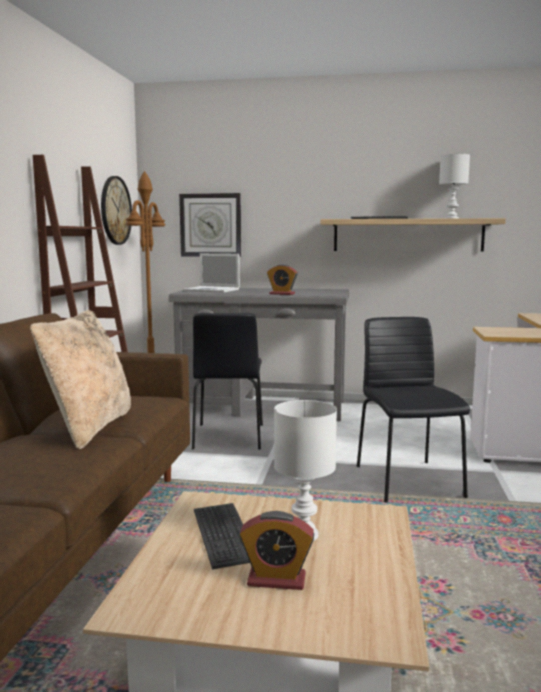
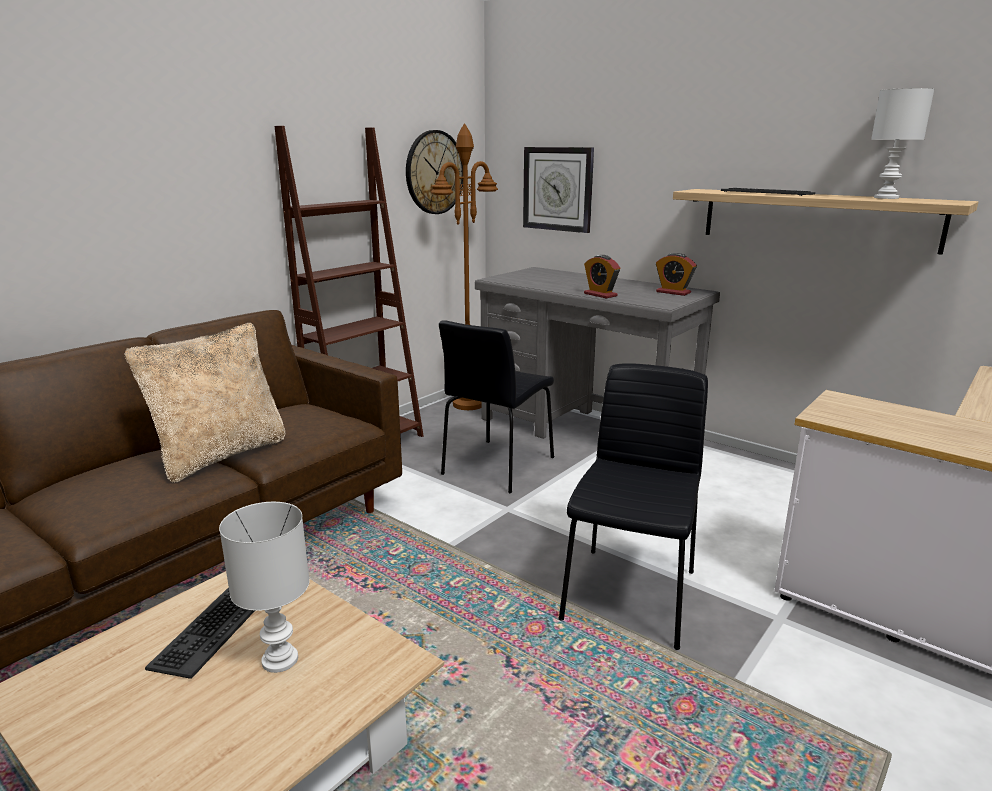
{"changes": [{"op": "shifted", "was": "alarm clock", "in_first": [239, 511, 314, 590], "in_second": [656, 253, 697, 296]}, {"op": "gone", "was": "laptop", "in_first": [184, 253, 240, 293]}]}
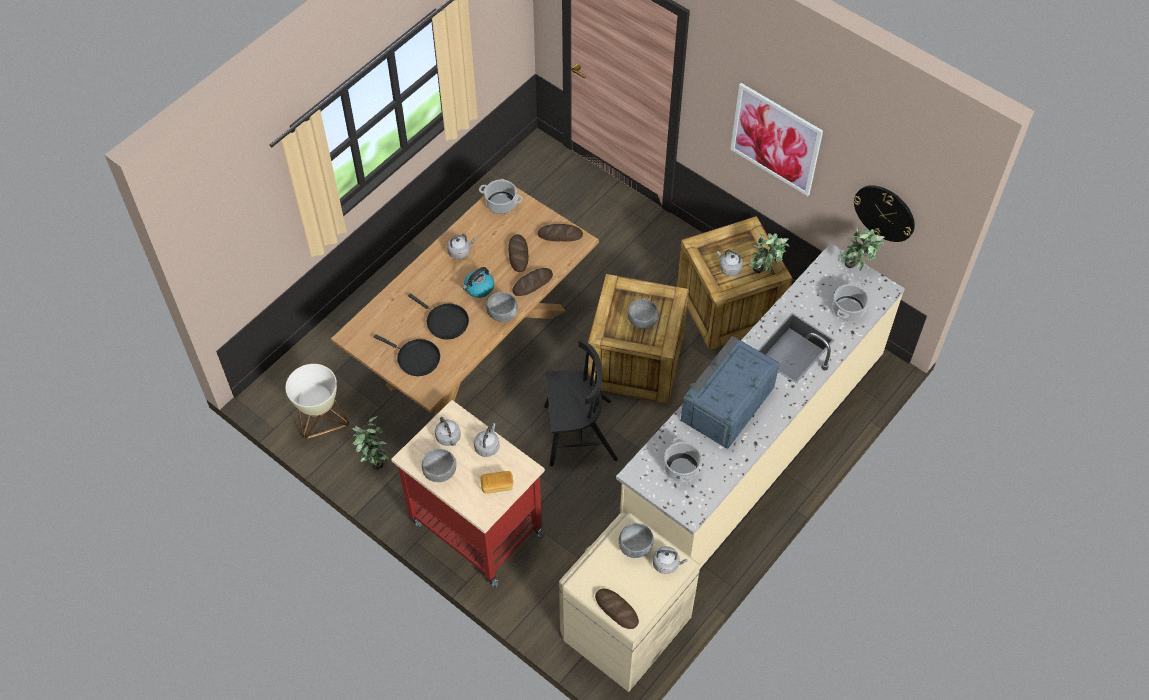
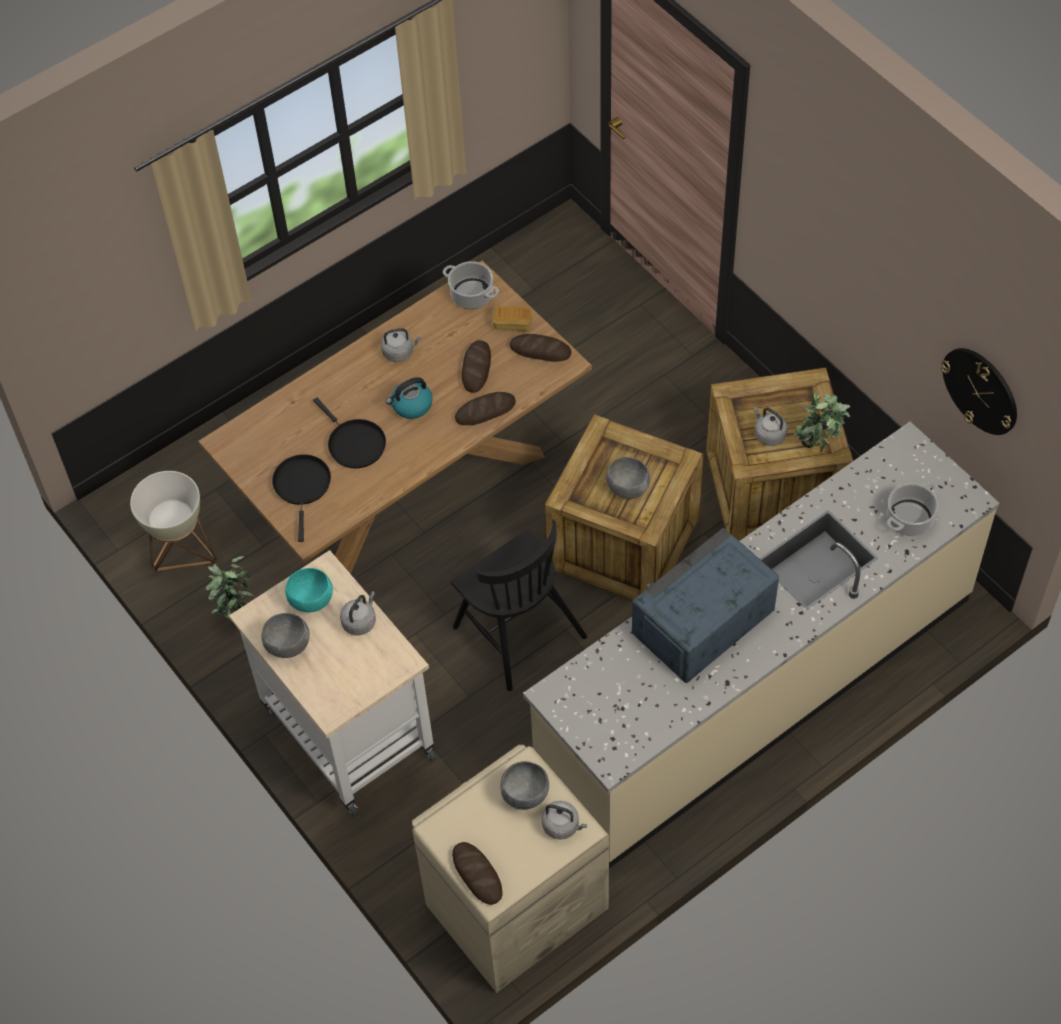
{"changes": [{"op": "repainted", "was": "cart in red", "now": "cart in white", "in_first": [391, 400, 545, 588], "in_second": [229, 550, 436, 817]}, {"op": "rotated", "was": "frying pan in black", "in_first": [374, 334, 440, 376], "in_second": [272, 454, 331, 542], "clockwise": -135}, {"op": "swapped", "was": "kettle in grey", "now": "bowl in turquoise", "in_first": [435, 417, 461, 446], "in_second": [285, 568, 333, 612]}, {"op": "rotated", "was": "chair in black", "in_first": [544, 340, 618, 466], "in_second": [450, 519, 587, 691], "clockwise": 45}, {"op": "shifted", "was": "bread", "in_first": [480, 471, 513, 494], "in_second": [492, 306, 532, 331]}, {"op": "gone", "was": "bowl in grey", "in_first": [486, 292, 518, 322]}, {"op": "gone", "was": "cooking pot", "in_first": [664, 437, 702, 484]}, {"op": "gone", "was": "picture", "in_first": [730, 83, 823, 196]}, {"op": "gone", "was": "potted plant", "in_first": [840, 226, 884, 271]}]}
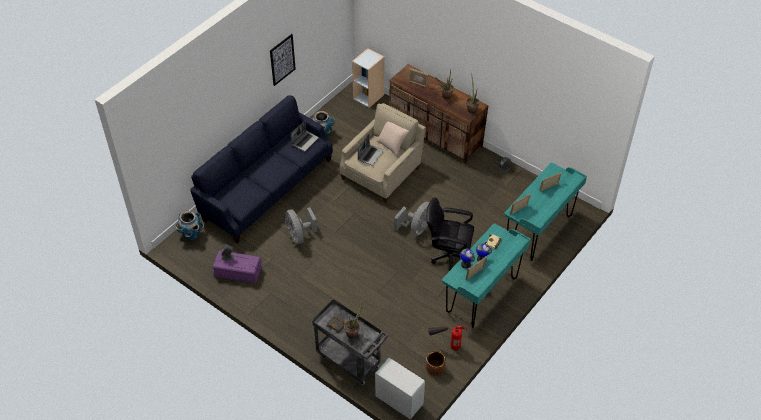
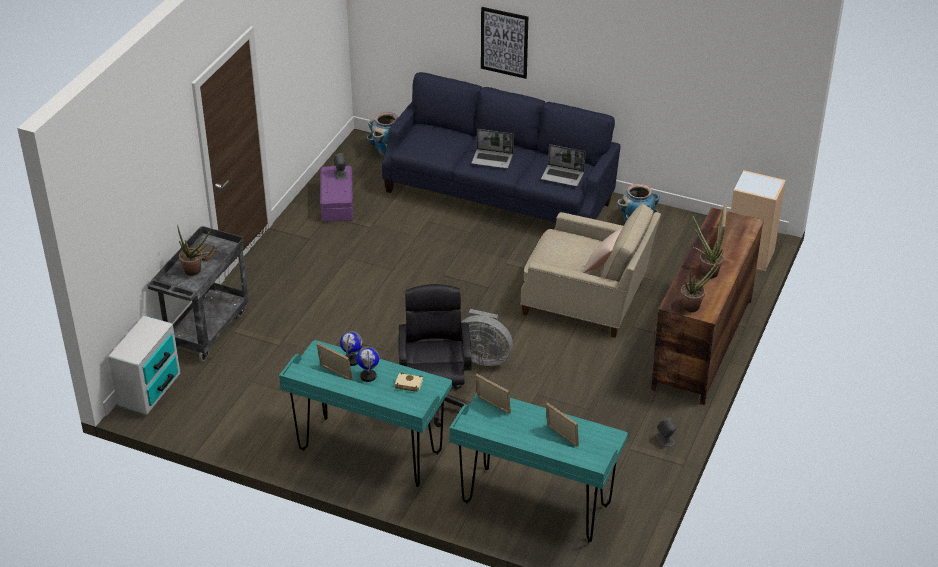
{"changes": [{"op": "shifted", "was": "laptop", "in_first": [358, 134, 384, 165], "in_second": [472, 129, 514, 169]}, {"op": "shifted", "was": "picture", "in_first": [270, 34, 296, 86], "in_second": [481, 7, 528, 79]}, {"op": "gone", "was": "fan in grey", "in_first": [285, 207, 317, 244]}, {"op": "gone", "was": "planter in brown", "in_first": [426, 351, 446, 376]}, {"op": "gone", "was": "fire extinguisher", "in_first": [428, 325, 467, 351]}]}
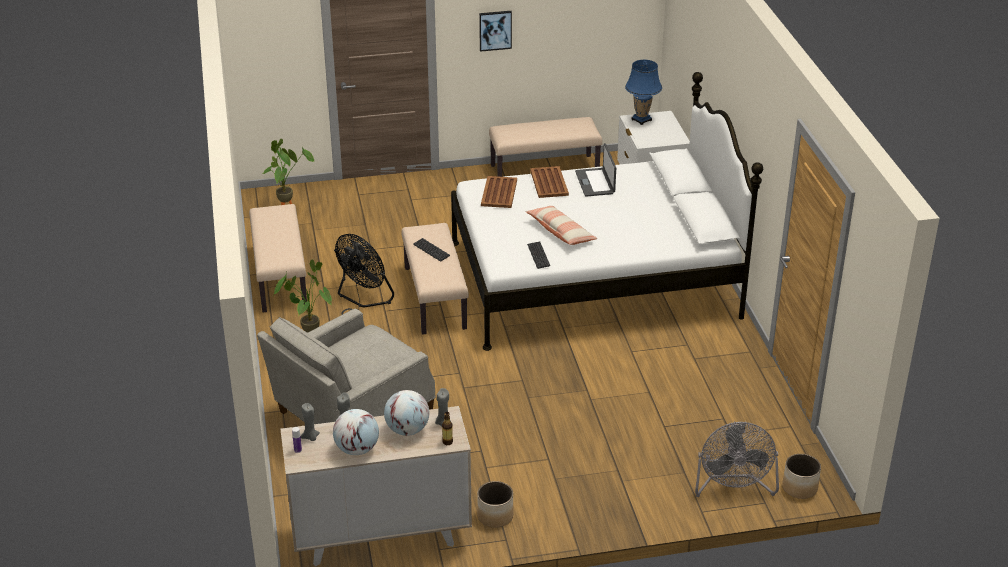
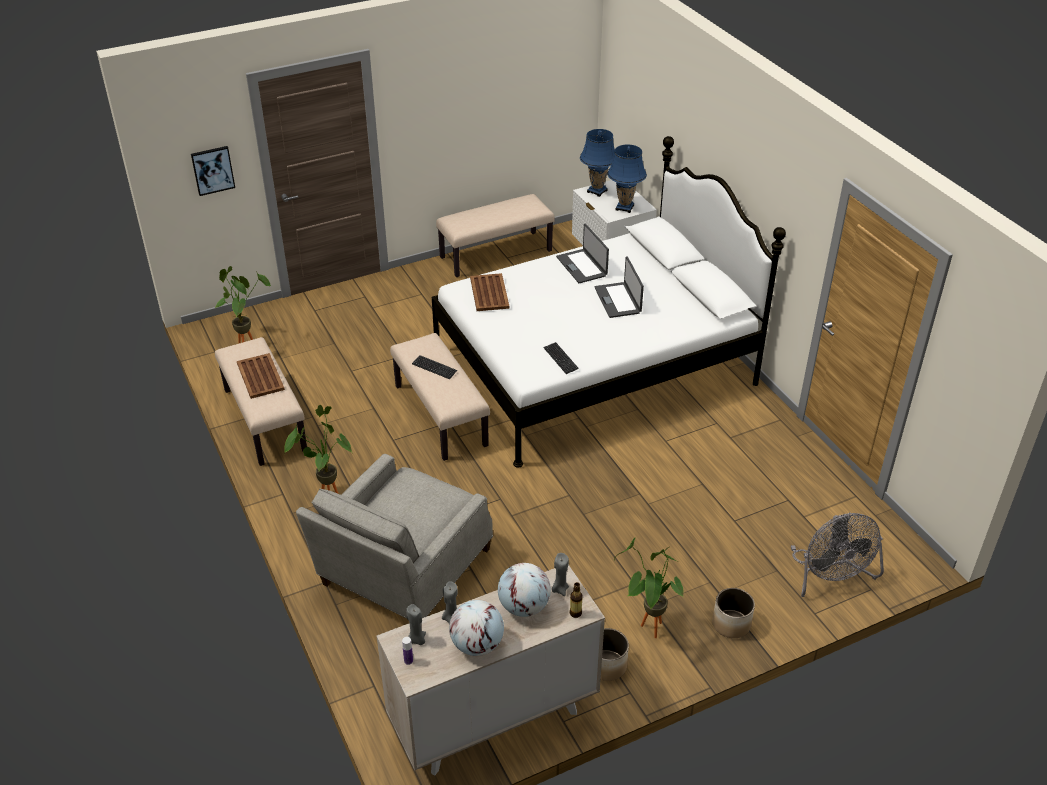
{"changes": [{"op": "shifted", "was": "picture", "in_first": [479, 11, 512, 52], "in_second": [191, 146, 235, 196]}, {"op": "shifted", "was": "tray in brown", "in_first": [530, 166, 569, 198], "in_second": [237, 353, 285, 399]}, {"op": "new", "now": "laptop", "in_second": [595, 256, 644, 318]}, {"op": "new", "now": "table lamp in blue", "in_second": [607, 144, 647, 213]}, {"op": "new", "now": "potted plant", "in_second": [614, 537, 684, 638]}, {"op": "shifted", "was": "planter", "in_first": [782, 454, 821, 499], "in_second": [712, 588, 755, 638]}, {"op": "gone", "was": "fan in black", "in_first": [334, 234, 394, 315]}, {"op": "gone", "was": "pillow", "in_first": [525, 206, 598, 245]}]}
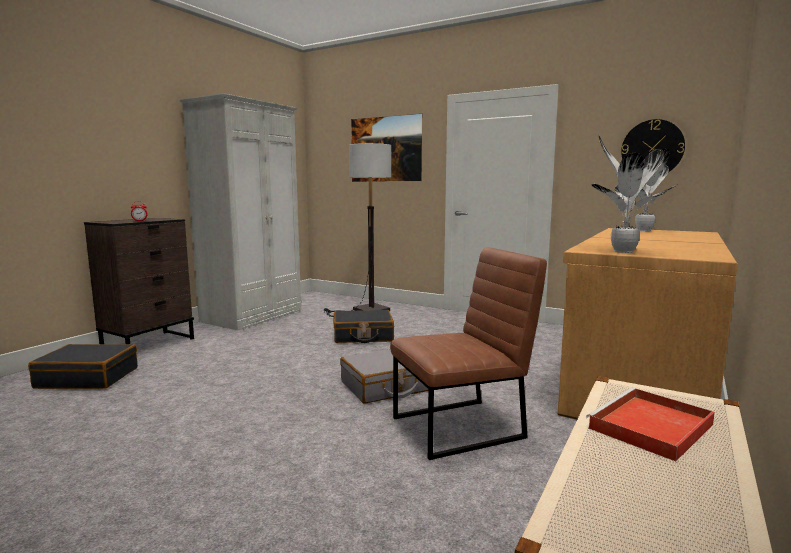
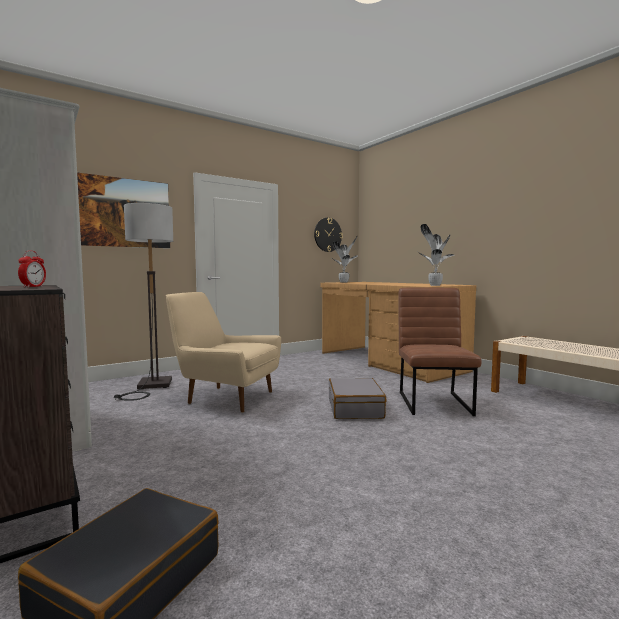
{"changes": [{"op": "swapped", "was": "suitcase in black", "now": "armchair in beige", "in_first": [333, 310, 394, 343], "in_second": [166, 292, 281, 413]}, {"op": "gone", "was": "tray in red", "in_first": [586, 388, 715, 461]}]}
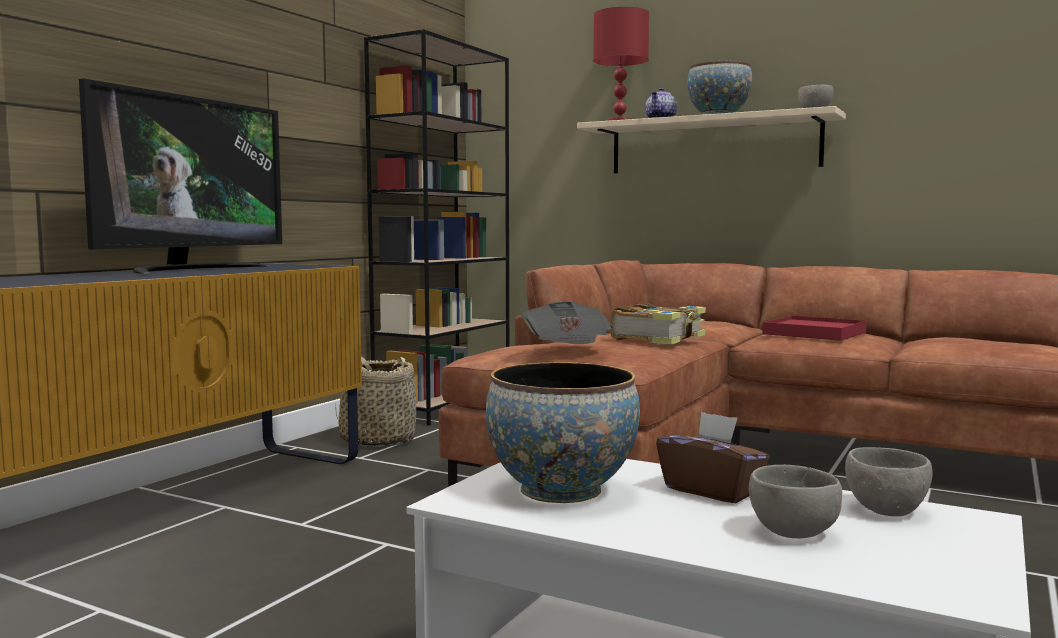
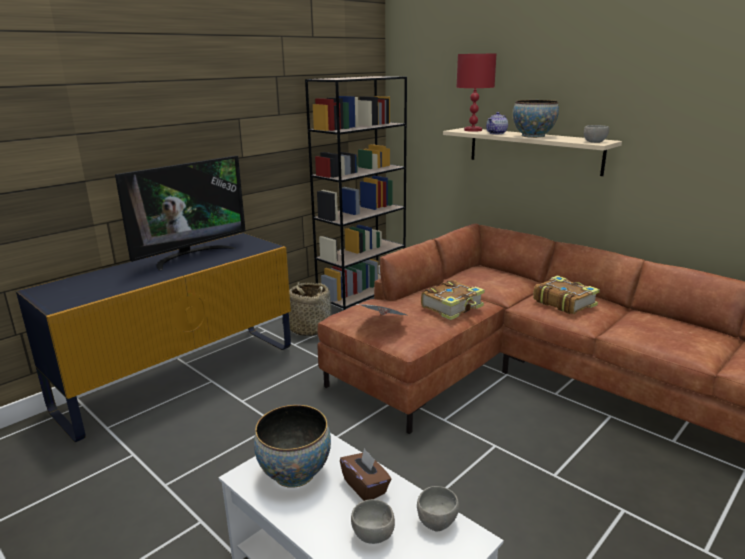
{"changes": [{"op": "swapped", "was": "tray in red", "now": "book", "in_first": [762, 316, 867, 341], "in_second": [533, 275, 600, 314]}]}
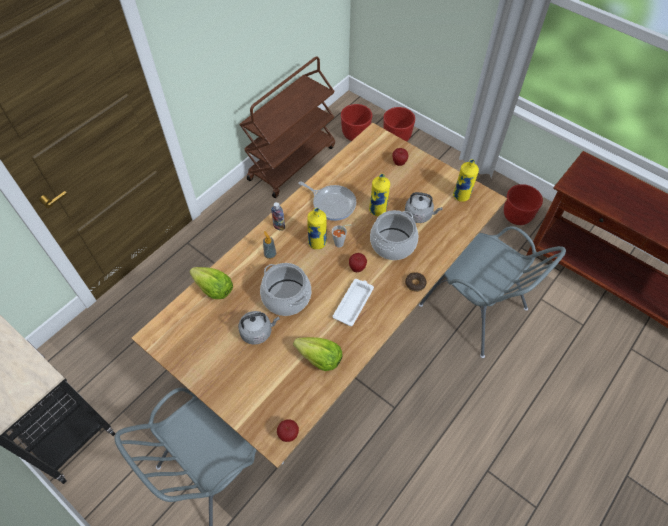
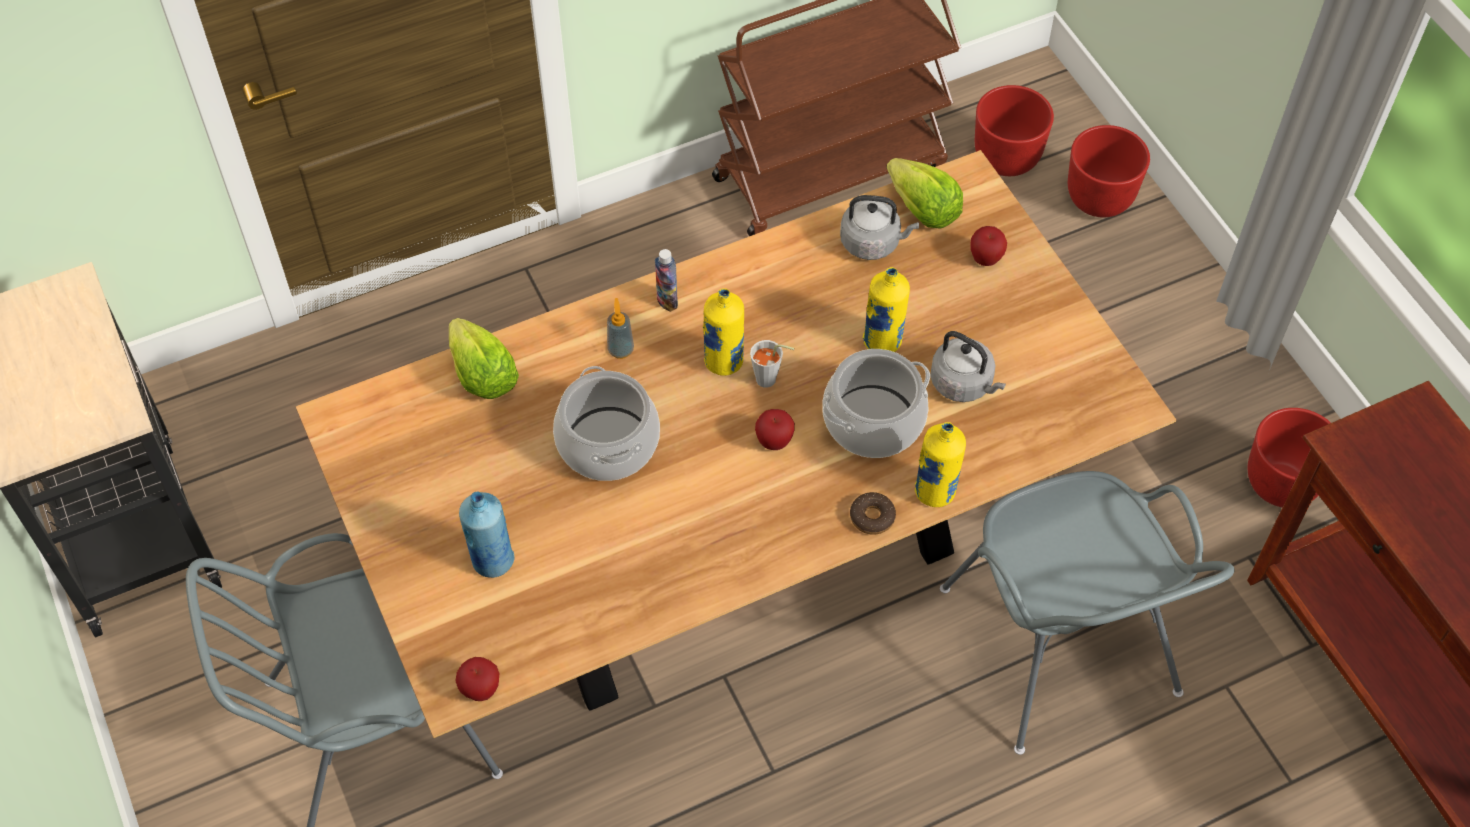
{"changes": [{"op": "new", "now": "bottle in blue", "in_second": [459, 492, 514, 578]}, {"op": "shifted", "was": "kettle in grey", "in_first": [238, 311, 280, 345], "in_second": [840, 195, 919, 260]}, {"op": "shifted", "was": "lettuce", "in_first": [293, 337, 343, 371], "in_second": [887, 158, 963, 228]}, {"op": "shifted", "was": "bottle in yellow", "in_first": [453, 159, 479, 202], "in_second": [915, 422, 966, 507]}, {"op": "gone", "was": "frying pan", "in_first": [298, 181, 356, 221]}, {"op": "gone", "was": "tray in white", "in_first": [332, 279, 374, 326]}]}
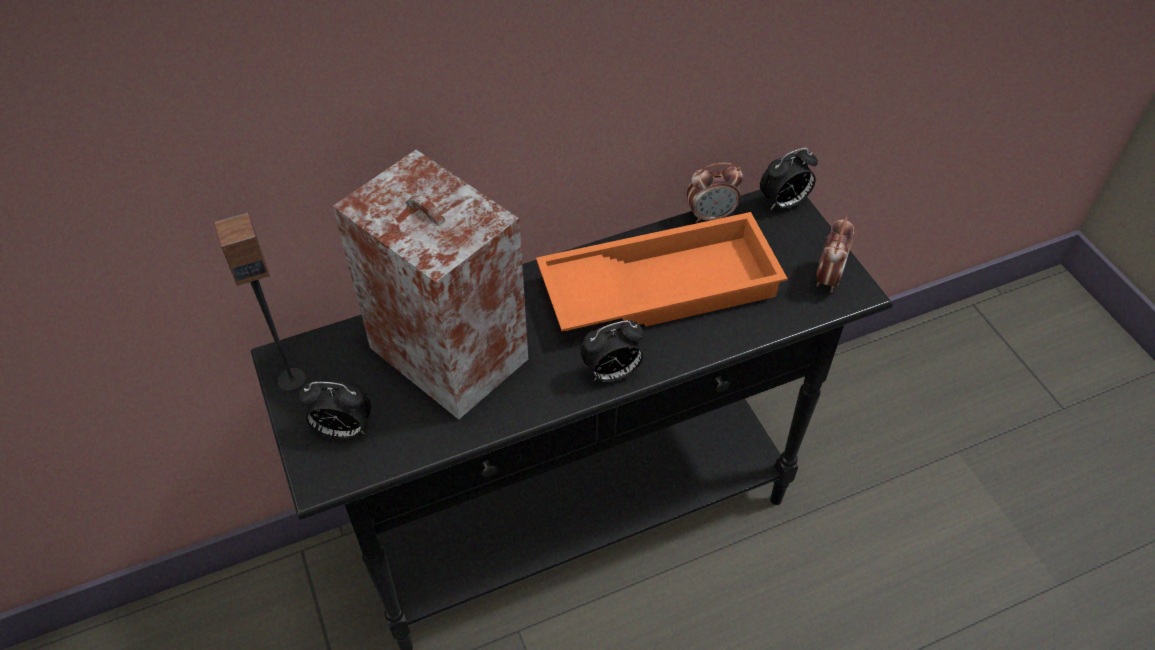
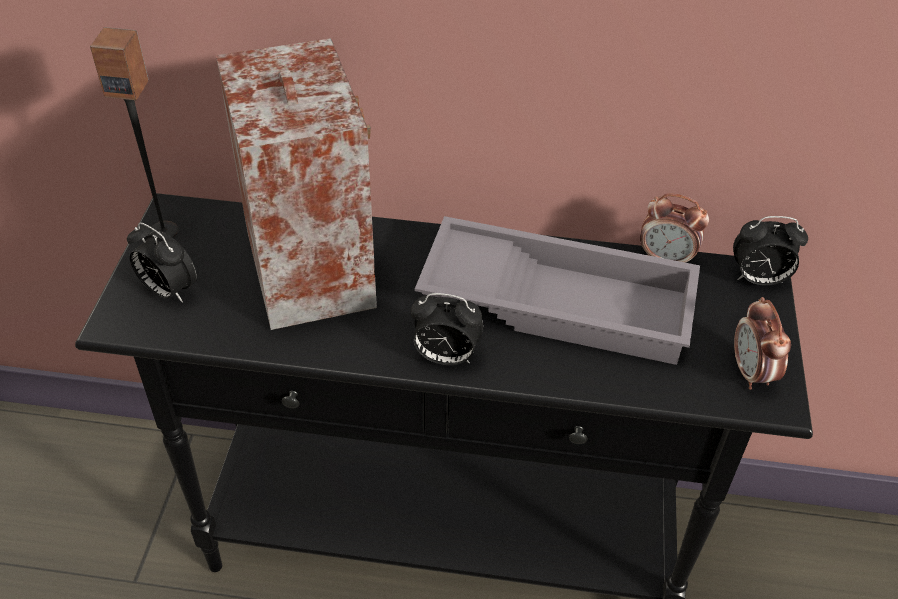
{"changes": [{"op": "repainted", "was": "tray in orange", "now": "tray in grey", "in_first": [536, 212, 788, 331], "in_second": [415, 216, 700, 365]}, {"op": "rotated", "was": "alarm clock", "in_first": [816, 217, 854, 293], "in_second": [734, 297, 791, 390], "clockwise": 120}]}
